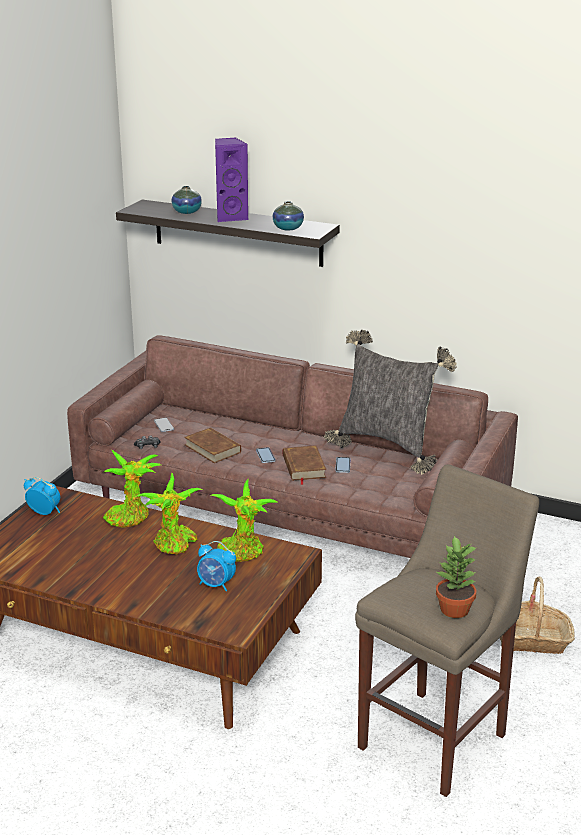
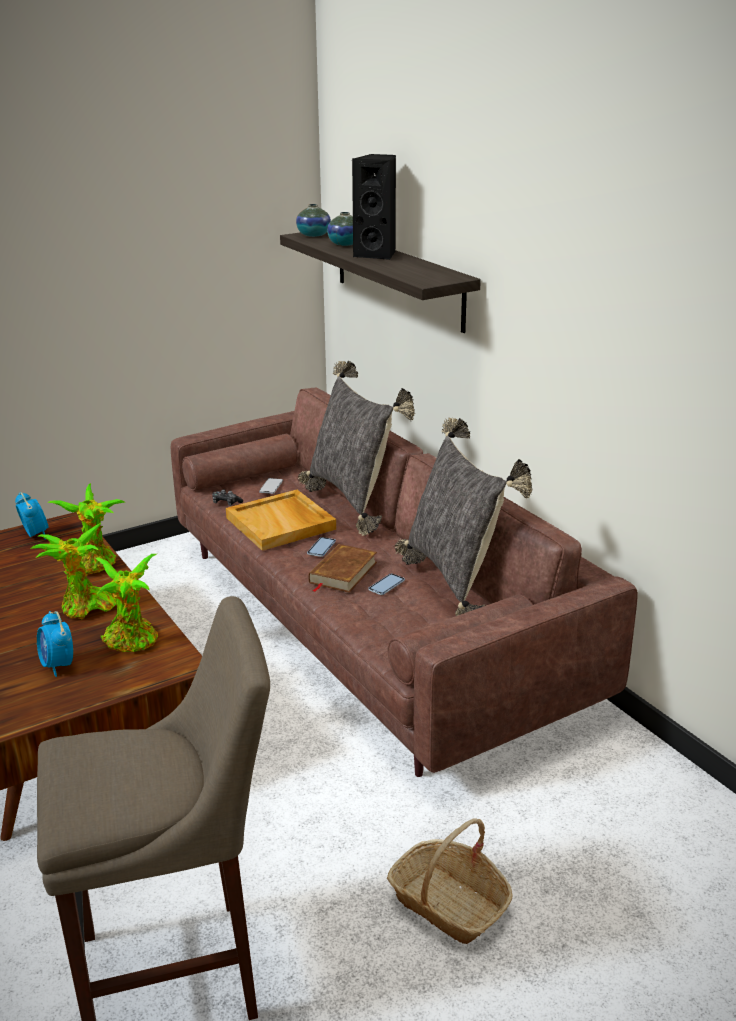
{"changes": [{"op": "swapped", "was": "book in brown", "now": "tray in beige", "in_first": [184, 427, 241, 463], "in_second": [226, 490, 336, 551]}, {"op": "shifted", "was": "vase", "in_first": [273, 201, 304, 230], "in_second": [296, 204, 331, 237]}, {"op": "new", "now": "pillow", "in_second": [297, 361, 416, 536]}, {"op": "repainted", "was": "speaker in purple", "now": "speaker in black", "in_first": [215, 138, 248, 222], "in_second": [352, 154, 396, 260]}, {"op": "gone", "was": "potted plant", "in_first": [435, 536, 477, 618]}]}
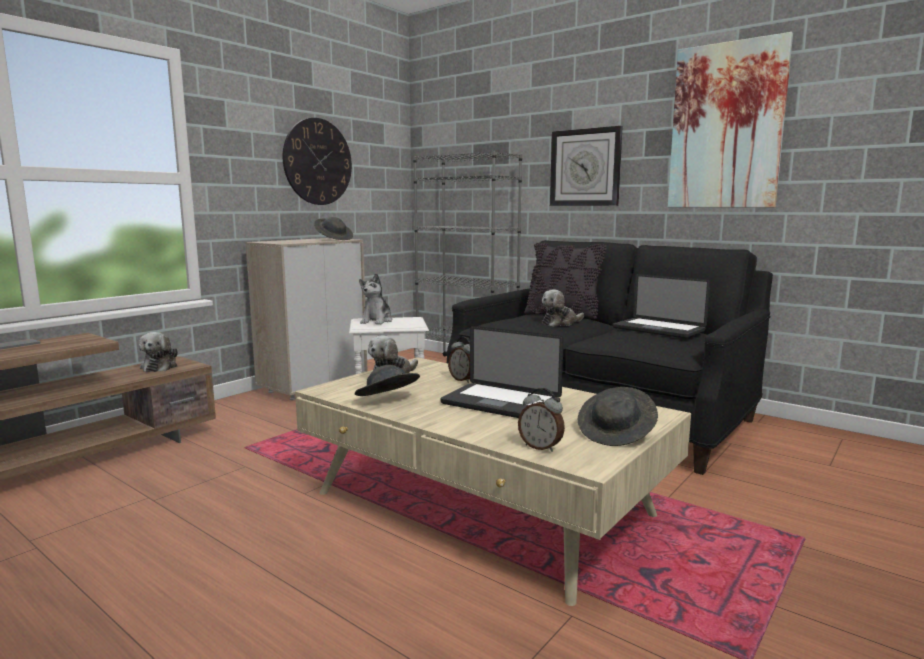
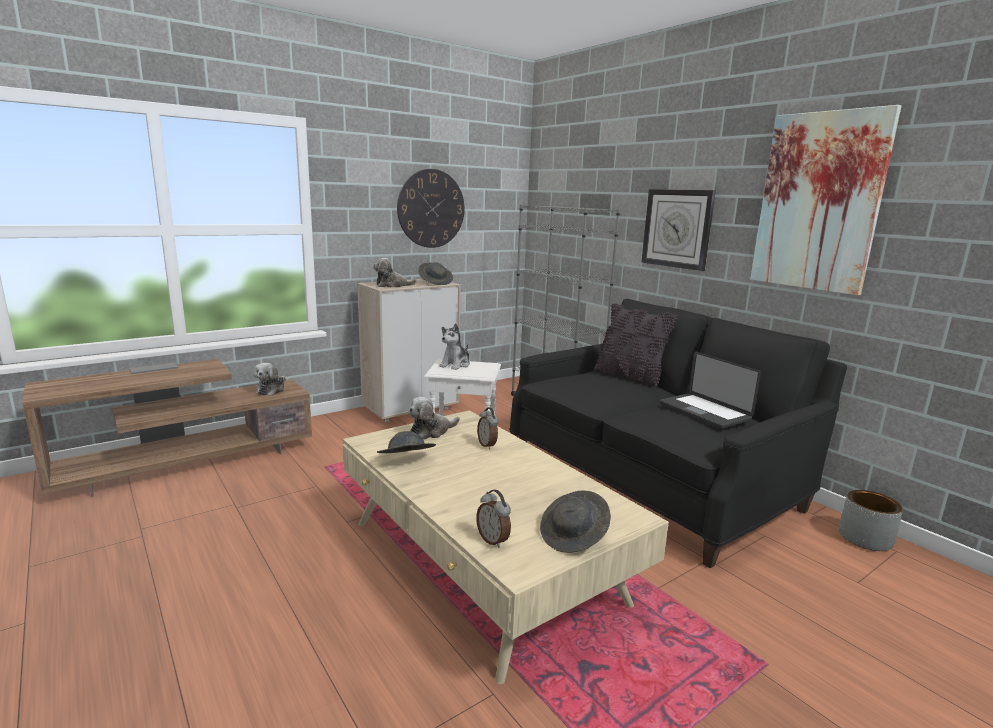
{"changes": [{"op": "shifted", "was": "plush toy", "in_first": [542, 289, 584, 327], "in_second": [373, 258, 417, 287]}, {"op": "new", "now": "planter in grey", "in_second": [839, 490, 903, 551]}, {"op": "gone", "was": "laptop", "in_first": [441, 326, 564, 418]}]}
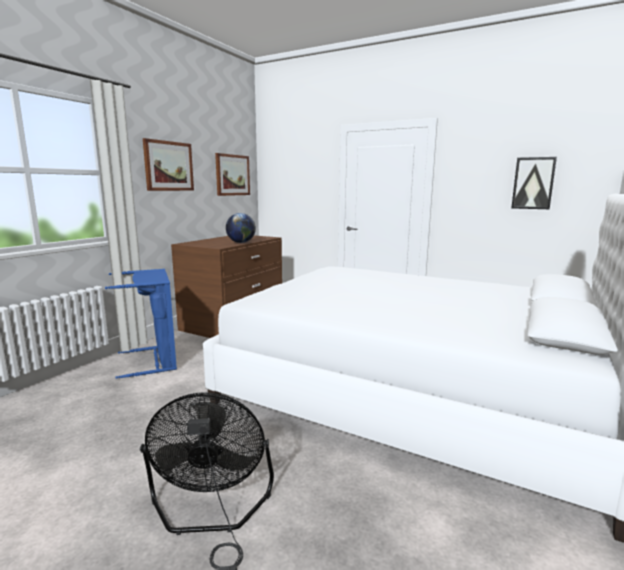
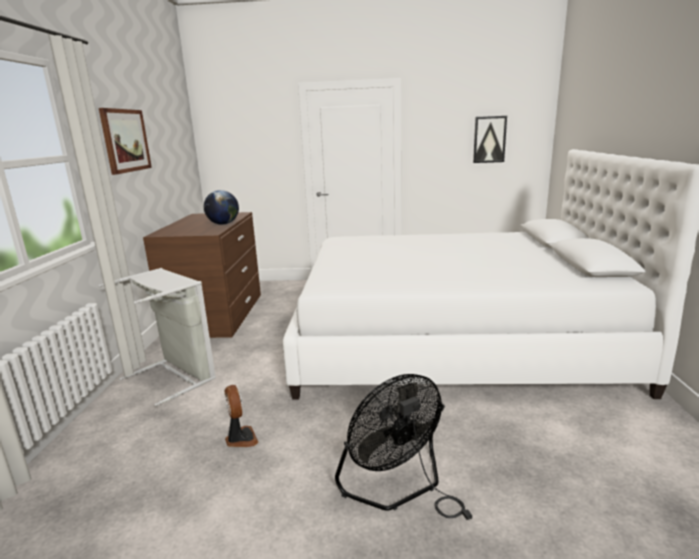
{"changes": [{"op": "repainted", "was": "laundry basket in blue", "now": "laundry basket in grey", "in_first": [105, 269, 177, 379], "in_second": [98, 268, 216, 406]}, {"op": "new", "now": "fan", "in_second": [225, 385, 259, 447]}, {"op": "gone", "was": "picture", "in_first": [215, 153, 250, 196]}]}
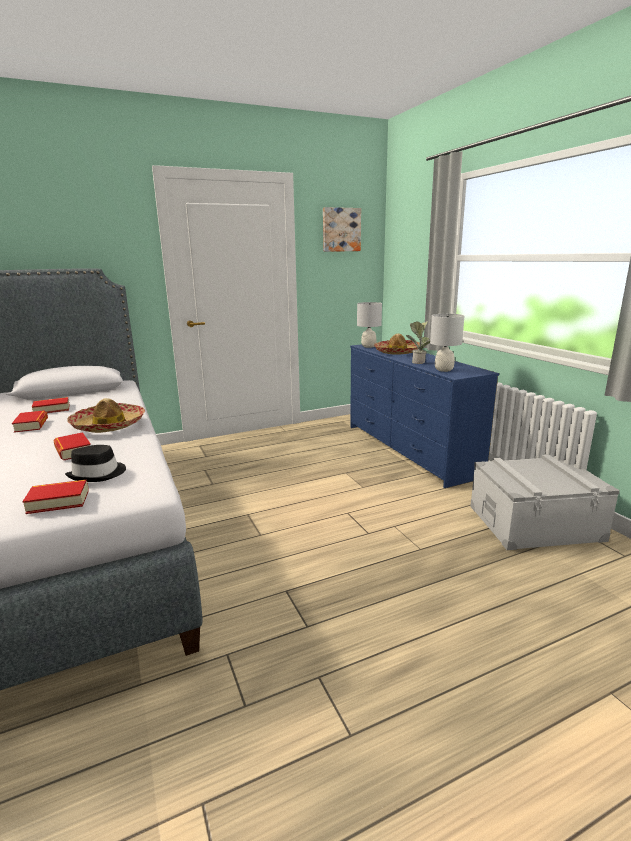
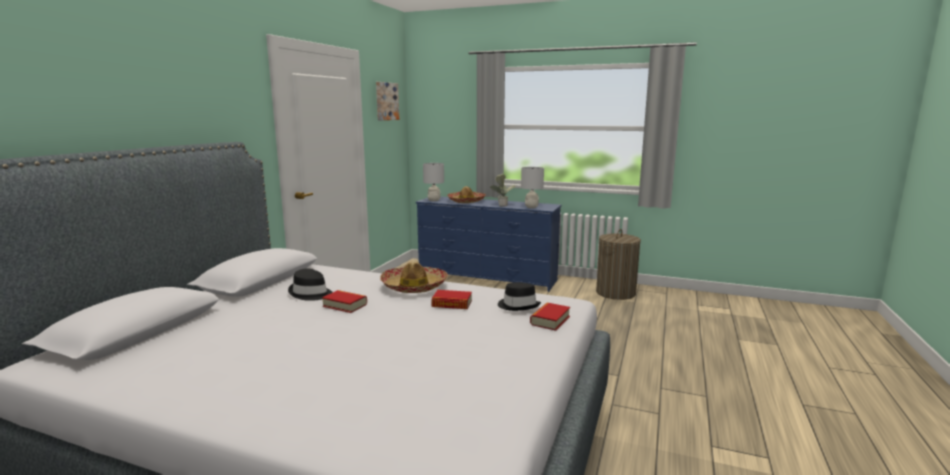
{"changes": [{"op": "swapped", "was": "book", "now": "hat in black", "in_first": [32, 397, 70, 413], "in_second": [288, 268, 333, 301]}, {"op": "swapped", "was": "storage box in grey", "now": "laundry basket", "in_first": [470, 454, 620, 550], "in_second": [596, 229, 641, 300]}]}
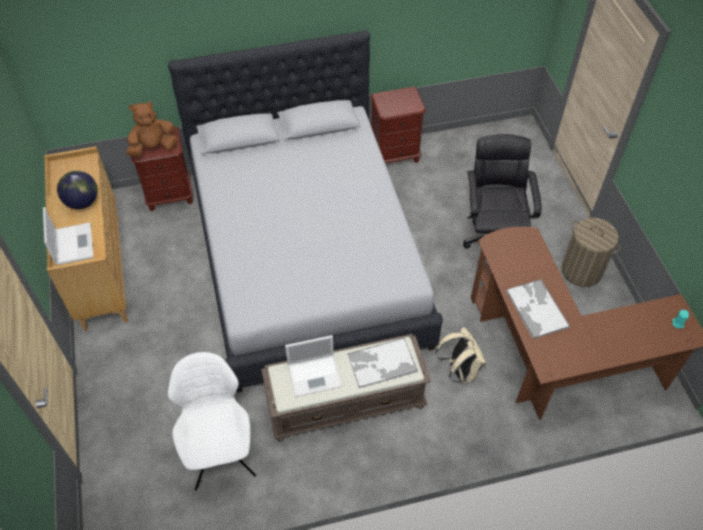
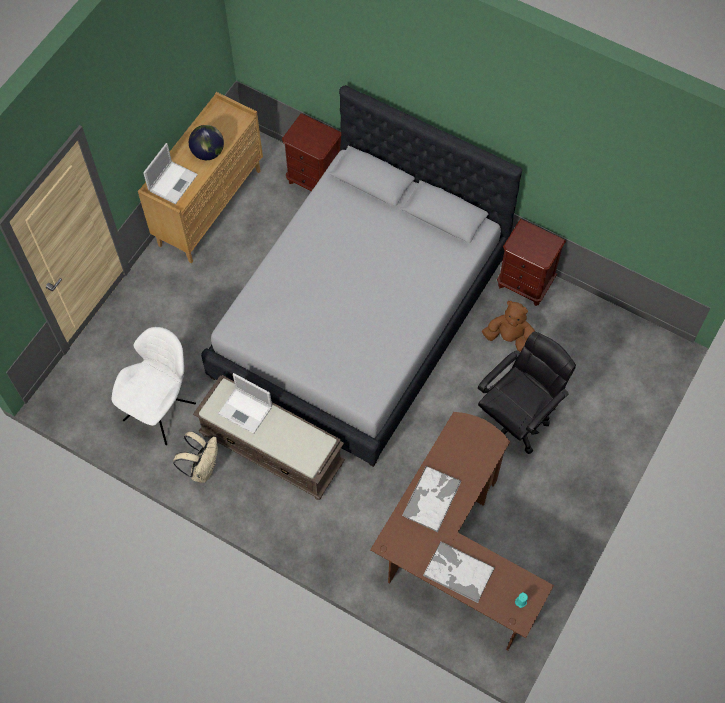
{"changes": [{"op": "shifted", "was": "backpack in beige", "in_first": [436, 327, 486, 384], "in_second": [173, 431, 218, 482]}, {"op": "shifted", "was": "tray", "in_first": [347, 338, 418, 388], "in_second": [423, 541, 495, 603]}, {"op": "shifted", "was": "plush toy in brown", "in_first": [126, 101, 178, 157], "in_second": [482, 301, 535, 352]}, {"op": "gone", "was": "laundry basket", "in_first": [561, 218, 621, 287]}]}
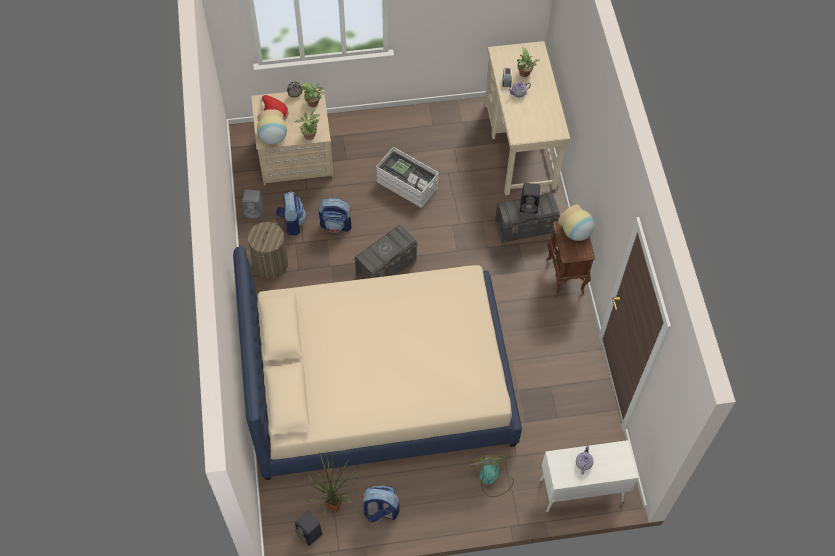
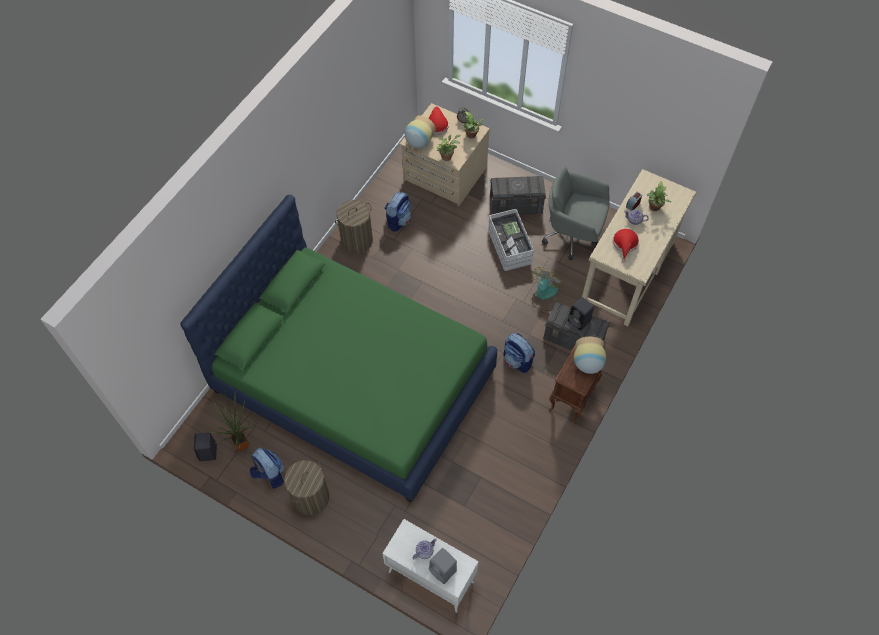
{"changes": [{"op": "repainted", "was": "bed in beige", "now": "bed in green", "in_first": [233, 246, 522, 480], "in_second": [180, 195, 497, 502]}, {"op": "new", "now": "laundry basket", "in_second": [284, 458, 329, 515]}, {"op": "shifted", "was": "speaker in grey", "in_first": [242, 189, 264, 219], "in_second": [429, 548, 457, 584]}, {"op": "shifted", "was": "storage box in grey", "in_first": [353, 225, 418, 279], "in_second": [490, 176, 546, 215]}, {"op": "shifted", "was": "backpack", "in_first": [319, 198, 352, 233], "in_second": [504, 333, 535, 373]}, {"op": "shifted", "was": "fan", "in_first": [469, 454, 514, 497], "in_second": [532, 267, 561, 311]}, {"op": "new", "now": "office chair in grey", "in_second": [542, 166, 610, 260]}, {"op": "new", "now": "hat in red", "in_second": [613, 229, 639, 262]}]}
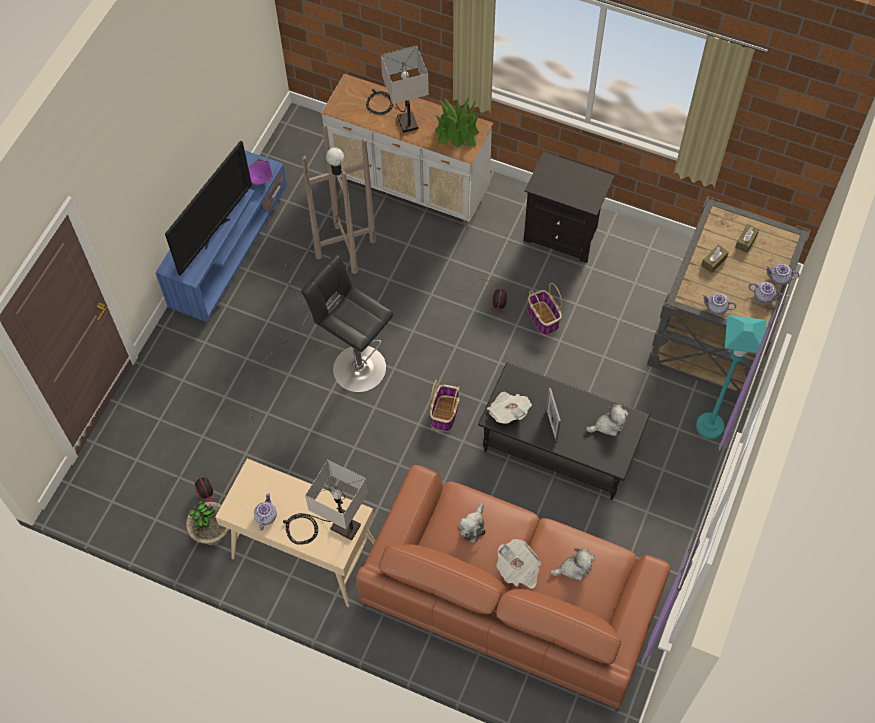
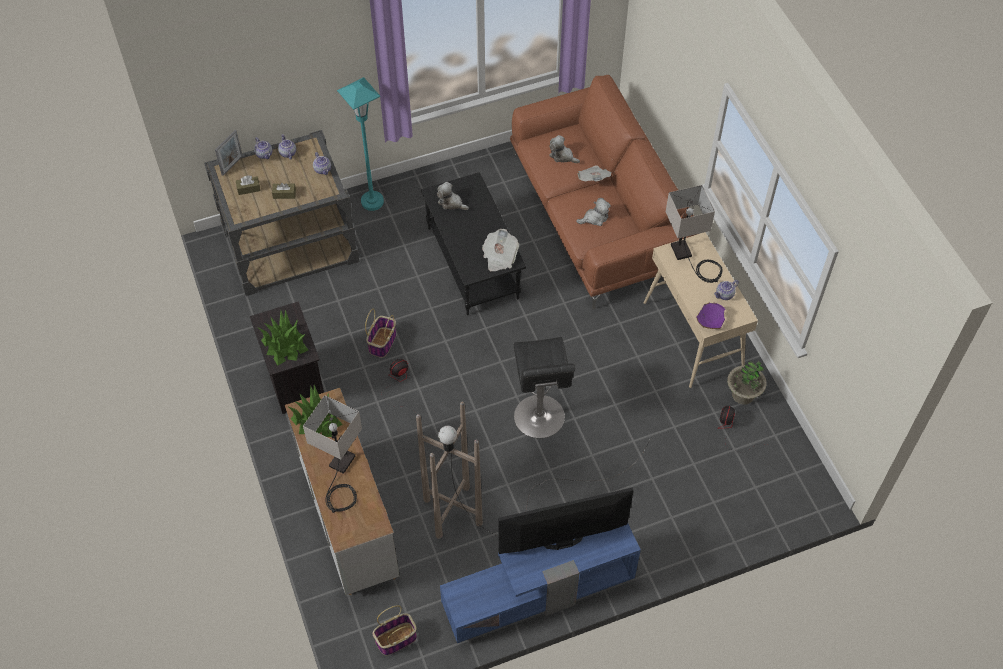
{"changes": [{"op": "shifted", "was": "picture frame", "in_first": [546, 388, 561, 441], "in_second": [215, 130, 243, 176]}, {"op": "new", "now": "potted plant", "in_second": [259, 310, 308, 365]}, {"op": "shifted", "was": "basket", "in_first": [430, 380, 460, 432], "in_second": [372, 605, 417, 655]}, {"op": "shifted", "was": "bowl in purple", "in_first": [248, 159, 273, 185], "in_second": [696, 303, 726, 329]}]}
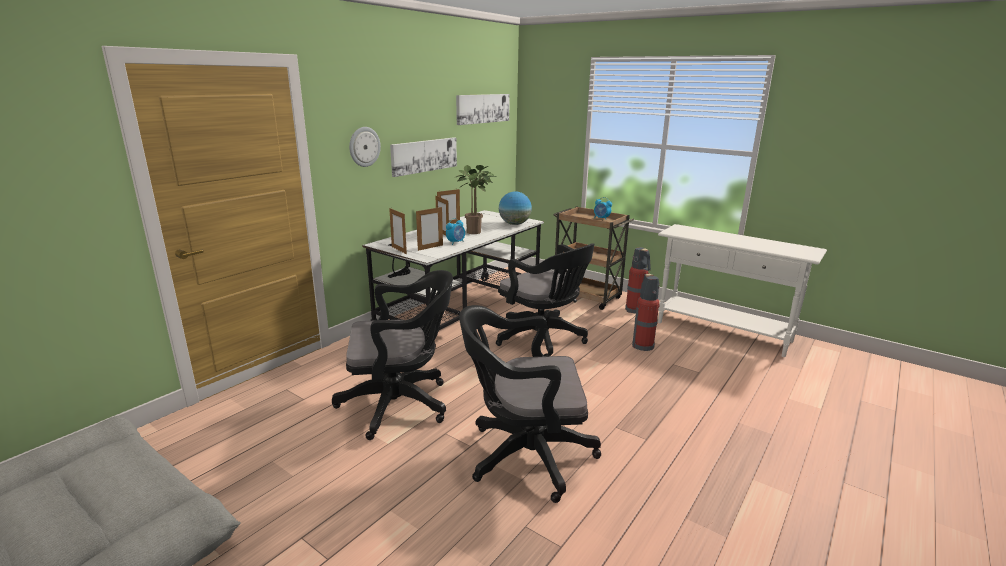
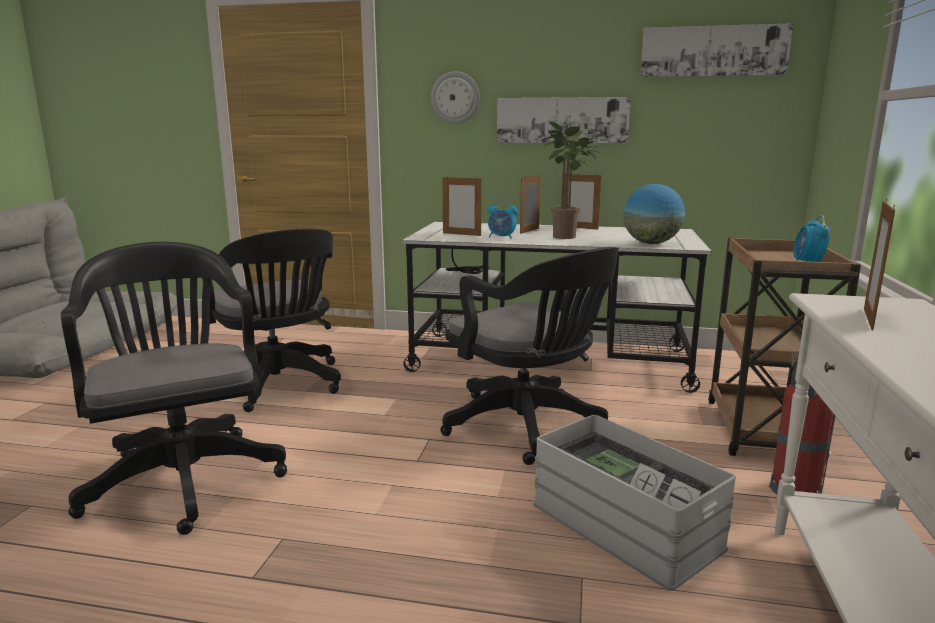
{"changes": [{"op": "rotated", "was": "office chair in black", "in_first": [496, 244, 594, 357], "in_second": [440, 247, 619, 465], "clockwise": -60}, {"op": "swapped", "was": "fire extinguisher", "now": "storage box in grey", "in_first": [632, 274, 660, 351], "in_second": [534, 415, 736, 591]}, {"op": "shifted", "was": "picture frame", "in_first": [389, 208, 407, 254], "in_second": [864, 198, 895, 330]}]}
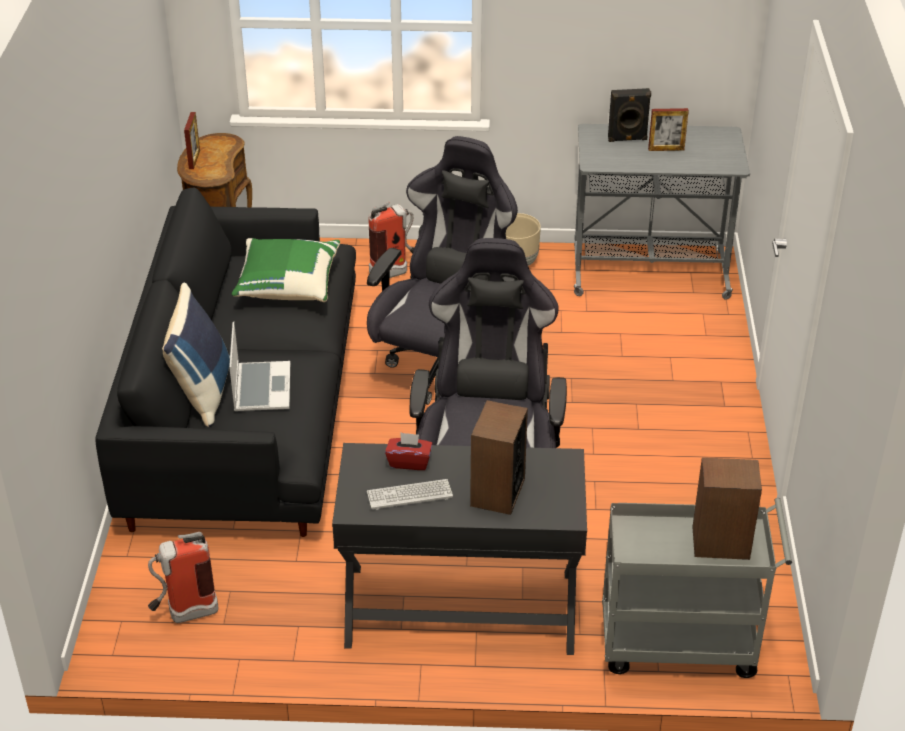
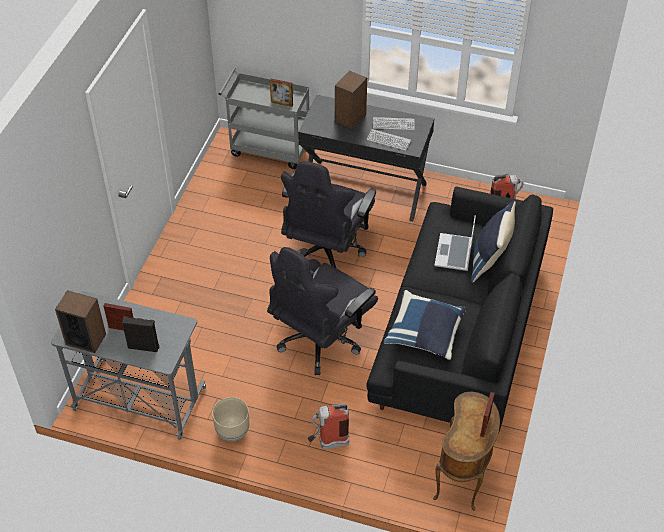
{"changes": [{"op": "shifted", "was": "speaker", "in_first": [692, 457, 762, 560], "in_second": [55, 290, 106, 353]}, {"op": "new", "now": "picture frame", "in_second": [270, 79, 293, 107]}, {"op": "swapped", "was": "tissue box in red", "now": "keyboard", "in_first": [385, 432, 432, 470], "in_second": [367, 129, 411, 151]}, {"op": "repainted", "was": "pillow in green", "now": "pillow in blue", "in_first": [232, 238, 340, 302], "in_second": [384, 290, 467, 360]}]}
